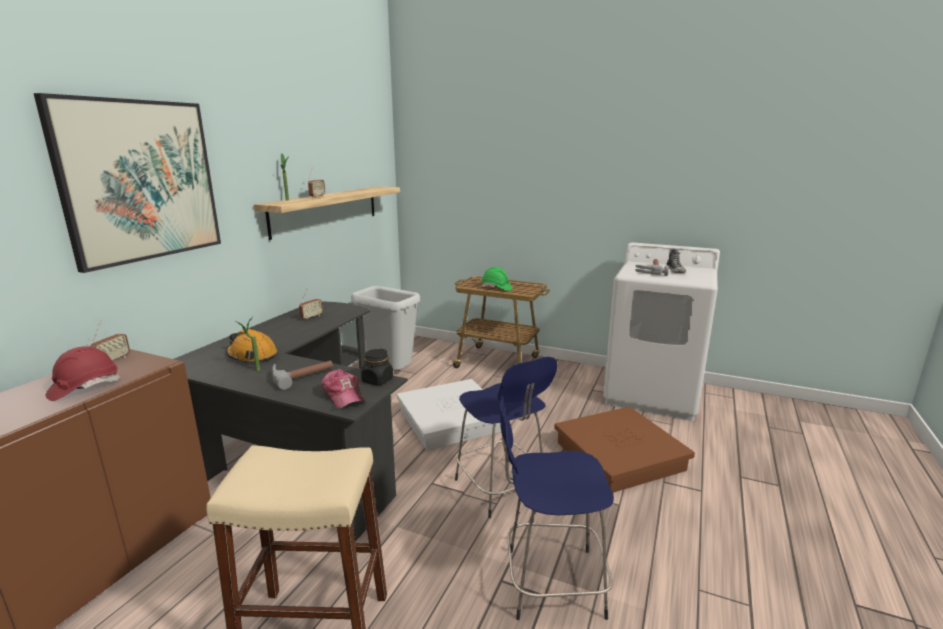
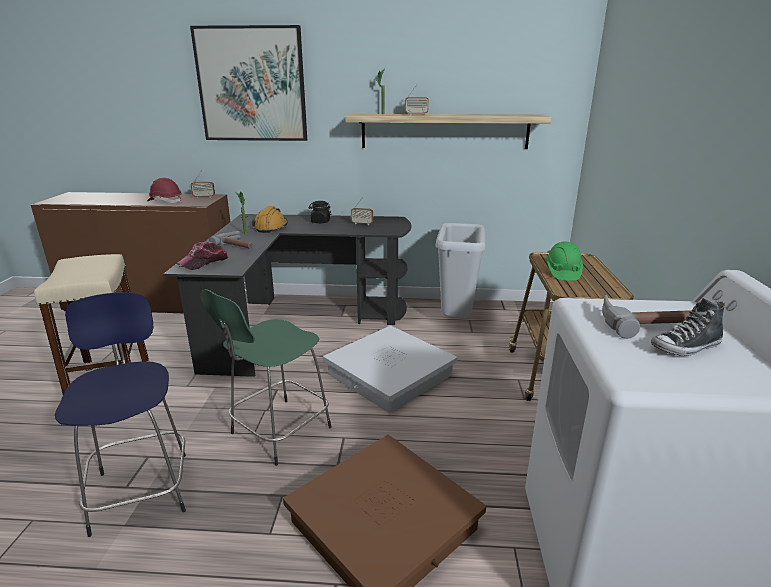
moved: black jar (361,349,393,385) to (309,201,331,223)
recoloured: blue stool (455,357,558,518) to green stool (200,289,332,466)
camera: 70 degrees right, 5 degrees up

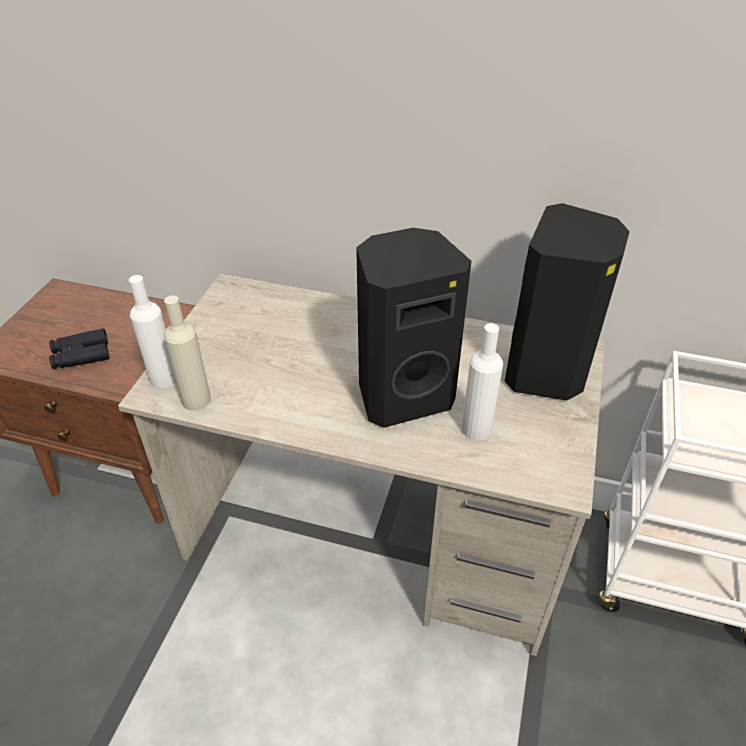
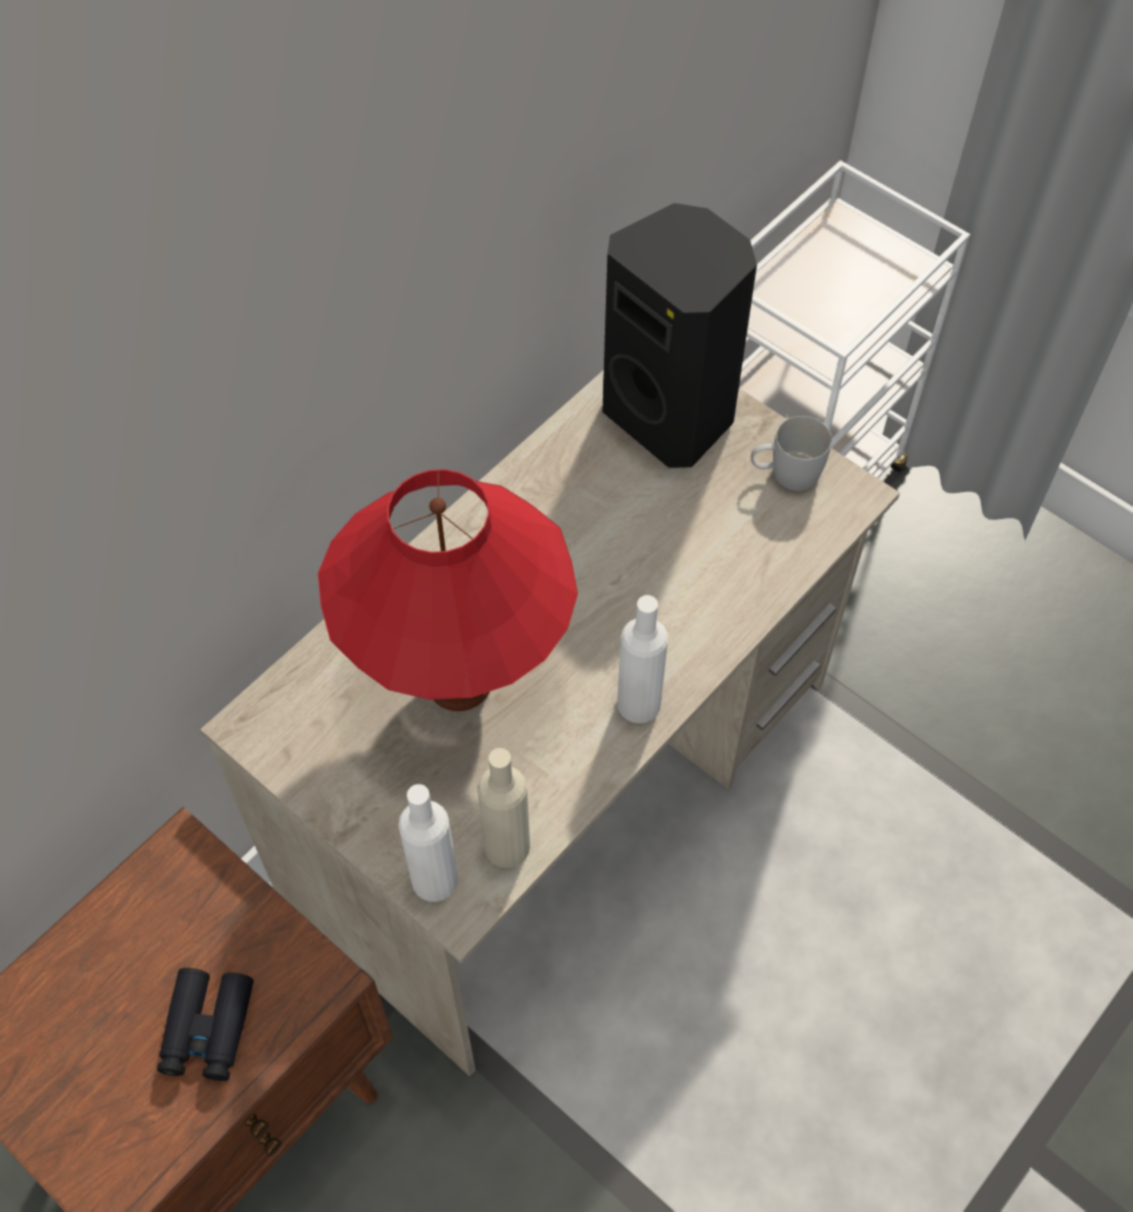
removed: black speaker (356,228,471,428)
added: red table lamp (318,469,578,711); white mug (751,416,832,491)
moved: white bottle (461,323,503,440) to (617,595,668,723)
camera: 65 degrees left, 15 degrees up

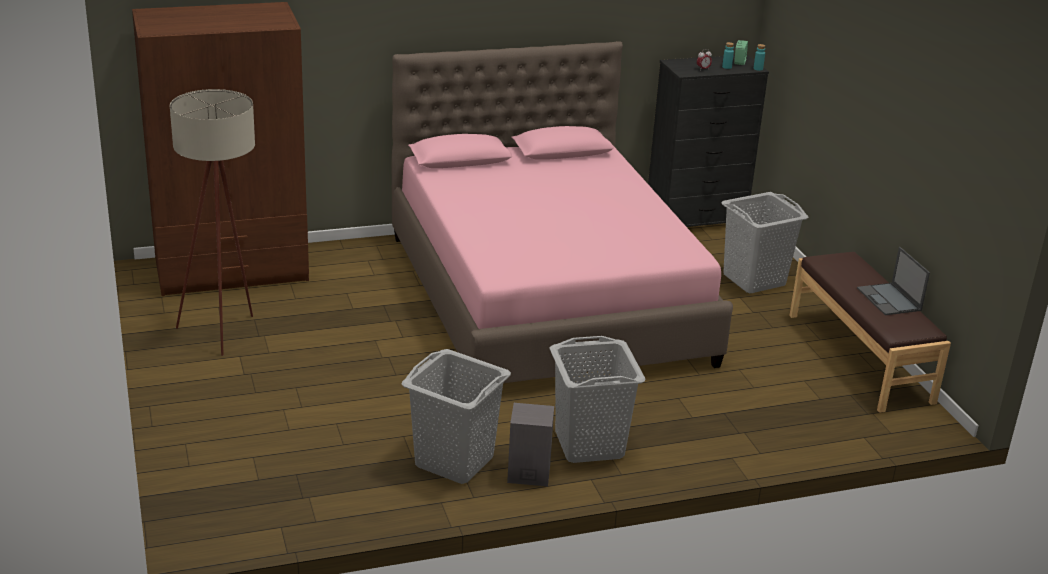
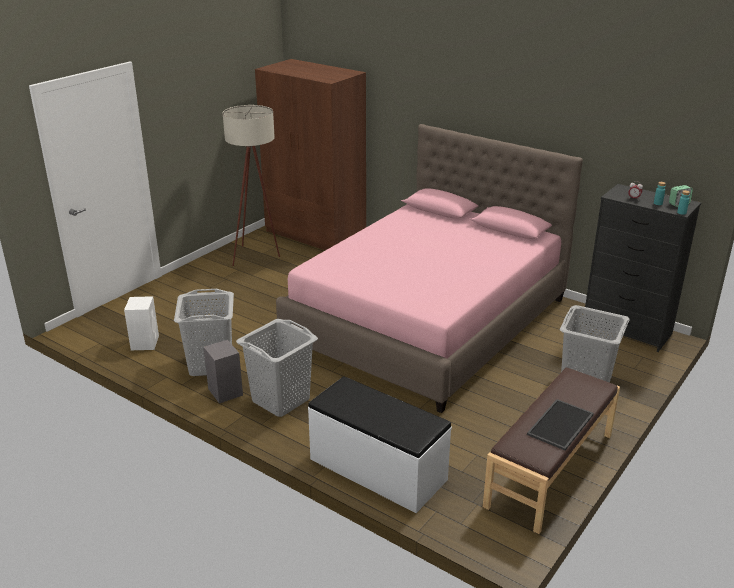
added: white speaker (124,296,159,350); white bench (308,377,452,513)
replaced: laptop (857,247,930,315) to tray (527,399,594,451)
camera: 55 degrees right, 0 degrees up

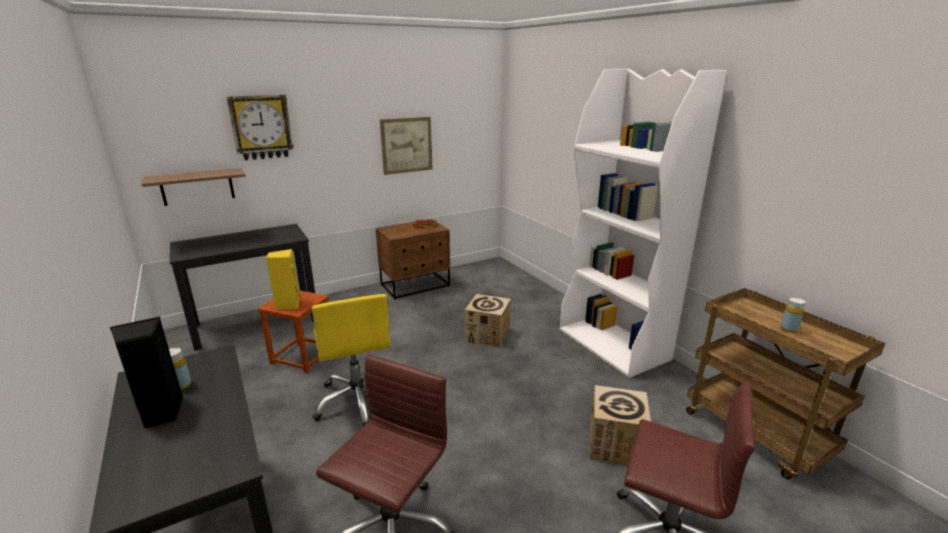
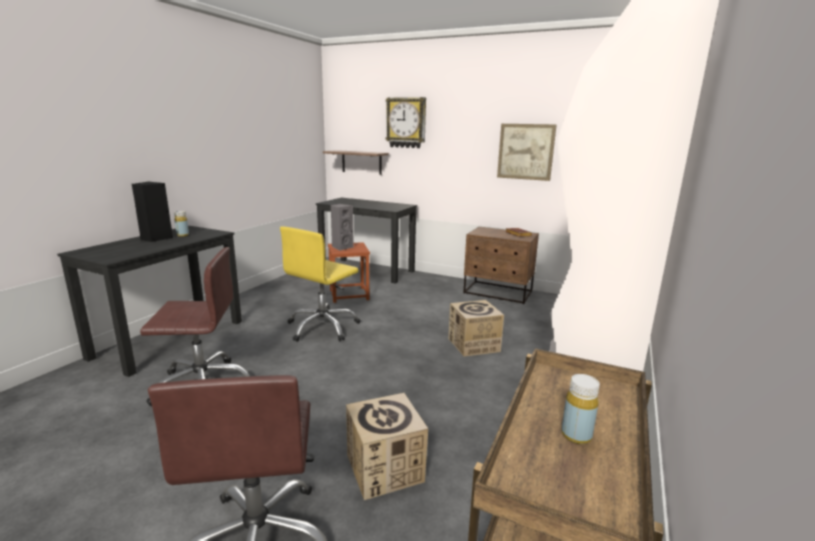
recoloured: yellow speaker (266,249,300,309) to grey speaker (331,204,354,250)
camera: 55 degrees right, 5 degrees down

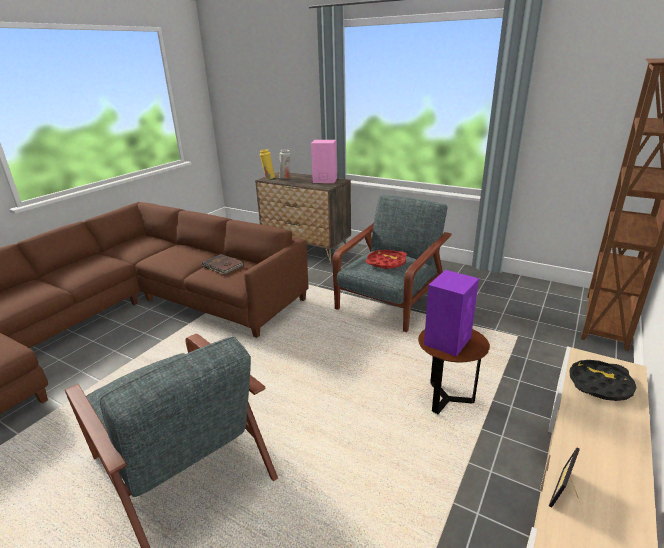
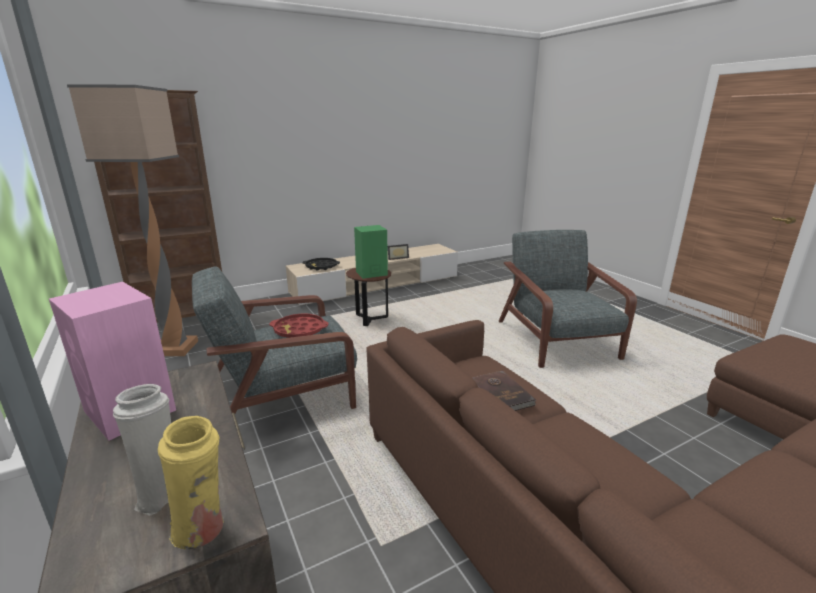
added: floor lamp (67,84,198,356)
recoloured: purple speaker (424,270,479,356) to green speaker (354,225,388,279)
camera: 150 degrees left, 5 degrees down

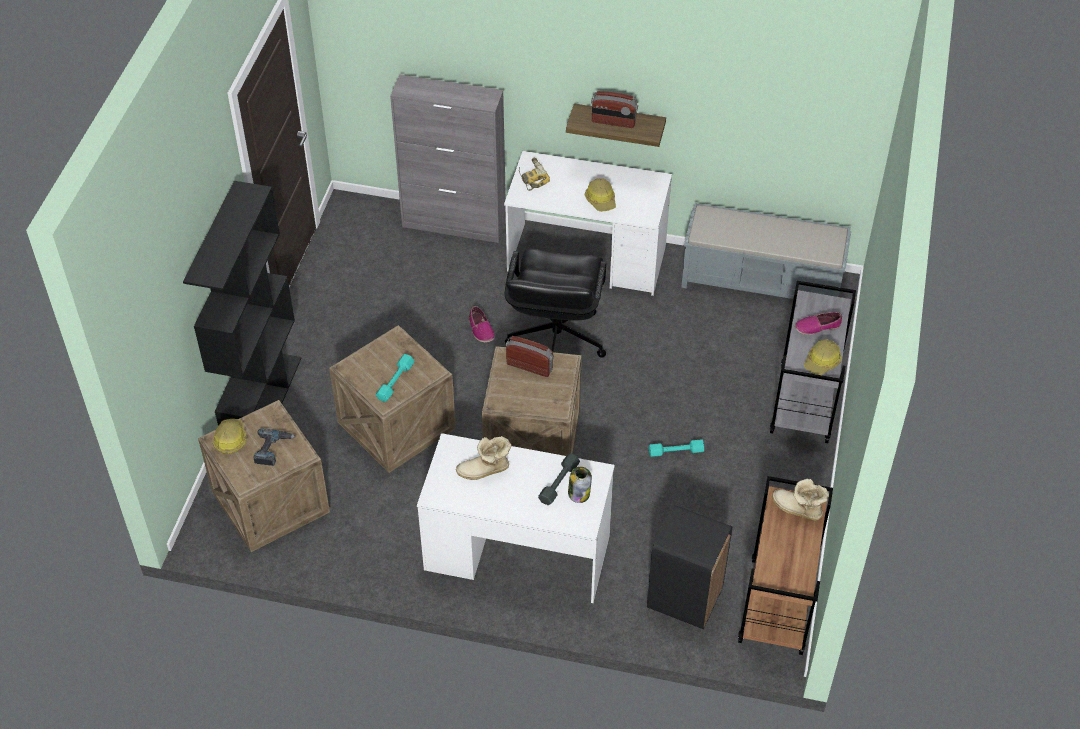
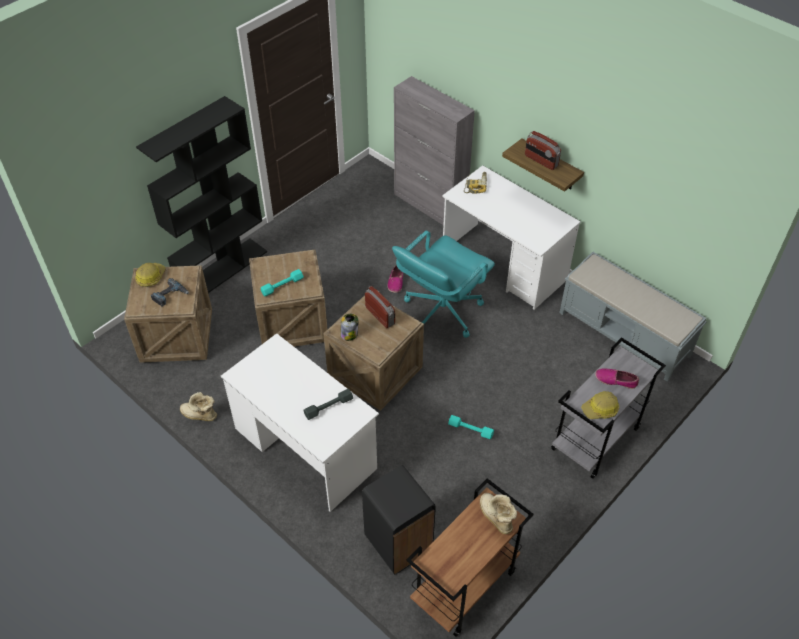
removed: hard hat (585,178,616,212)
moved: boot (456,436,512,480) to (180,392,217,421); jar (568,467,592,503) to (340,314,359,341)
recoloured: black office chair (505,249,606,358) to turquoise office chair (392,230,495,338)
camera: 30 degrees right, 0 degrees up

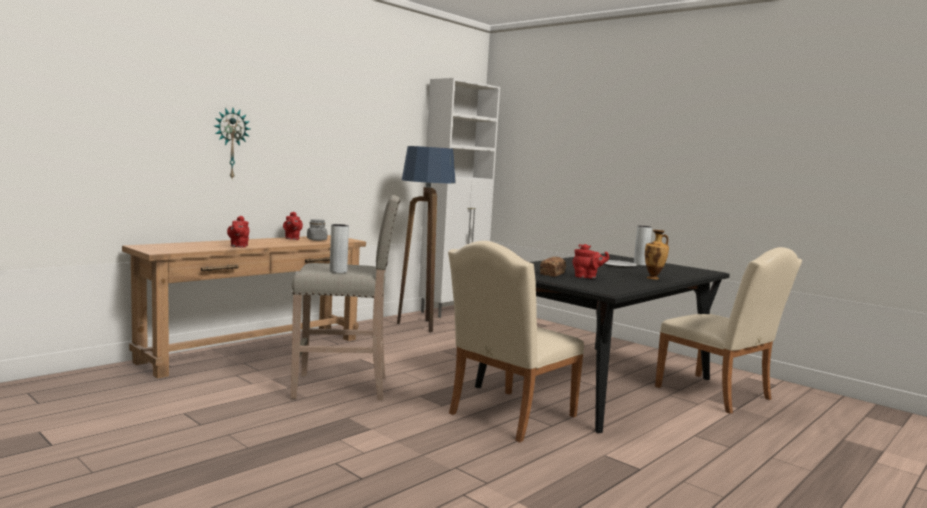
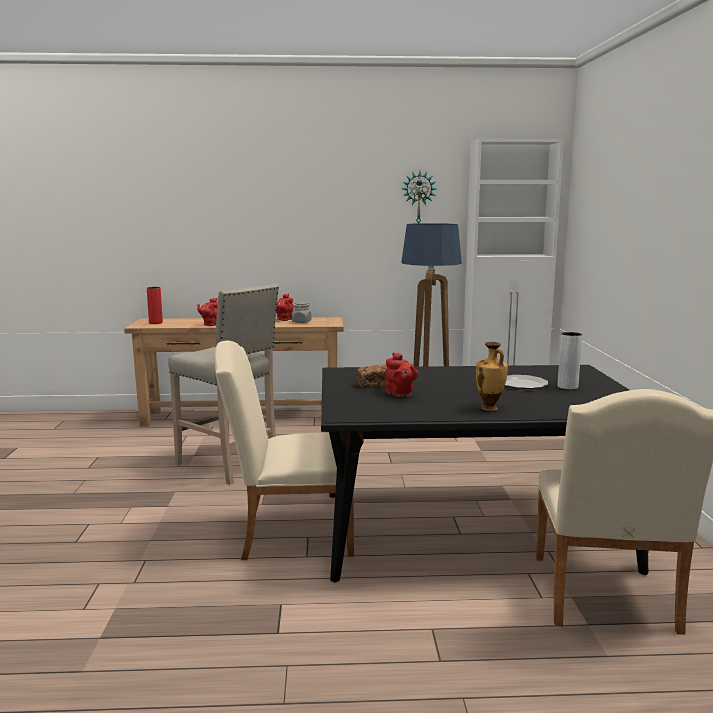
removed: grey vase (330,224,349,273)
added: red vase (147,287,163,324)
moved: wall clock (215,108,250,178) to (402,171,436,224)
camera: 45 degrees right, 5 degrees up

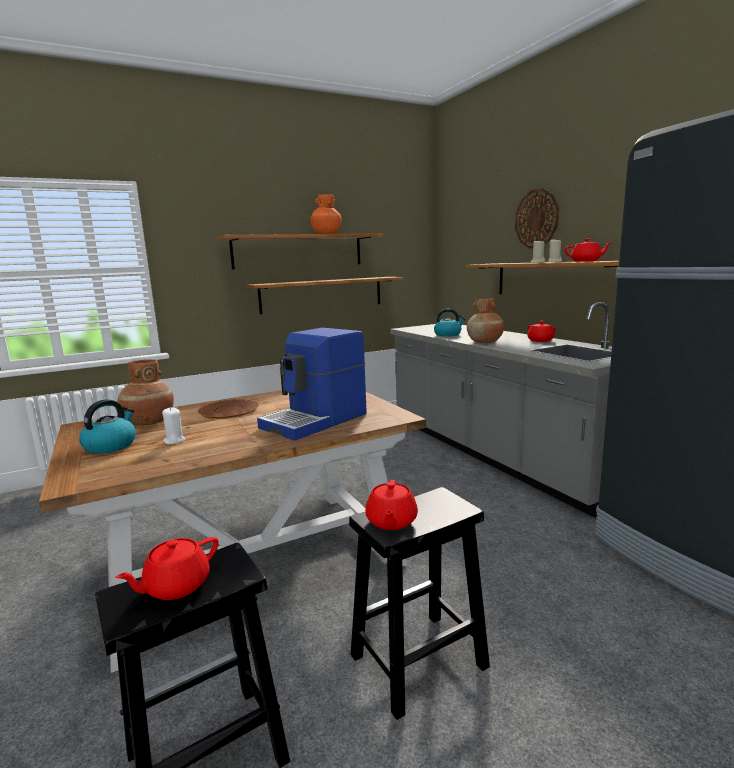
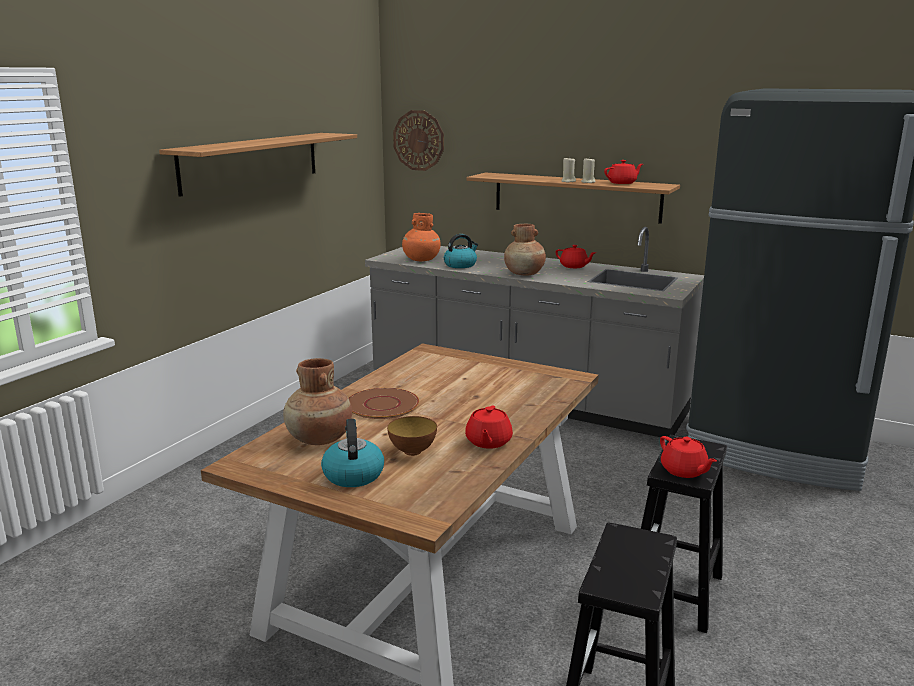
removed: shelf (246,277,404,314); coffee machine (257,328,367,441)
moved: wall clock (515,188,559,249) to (393,110,444,171); orange vase (310,195,342,234) to (402,213,440,261); red teapot (115,537,218,600) to (465,405,513,449)
replaced: white candle (162,407,186,444) to bowl (387,416,437,456)
camera: 35 degrees left, 5 degrees up

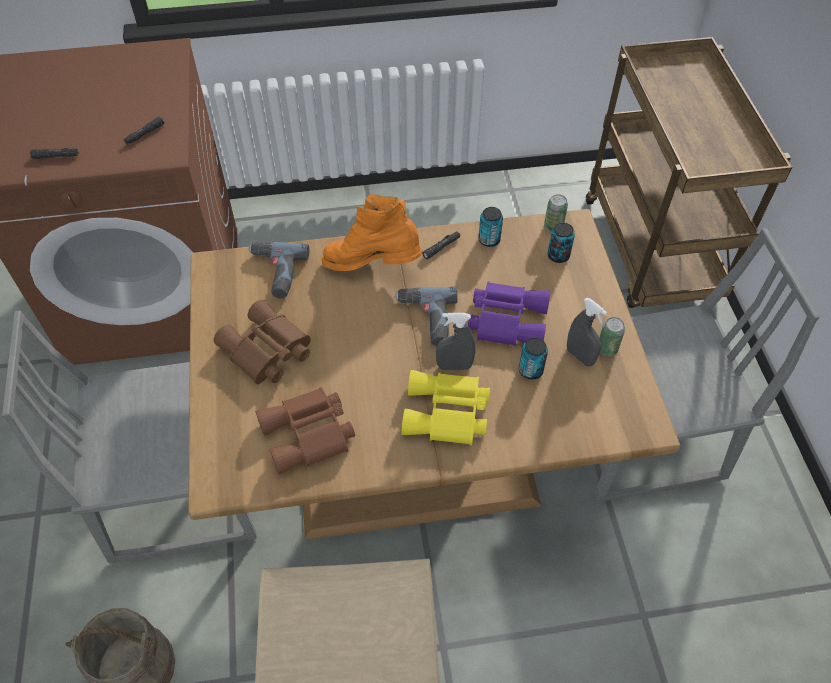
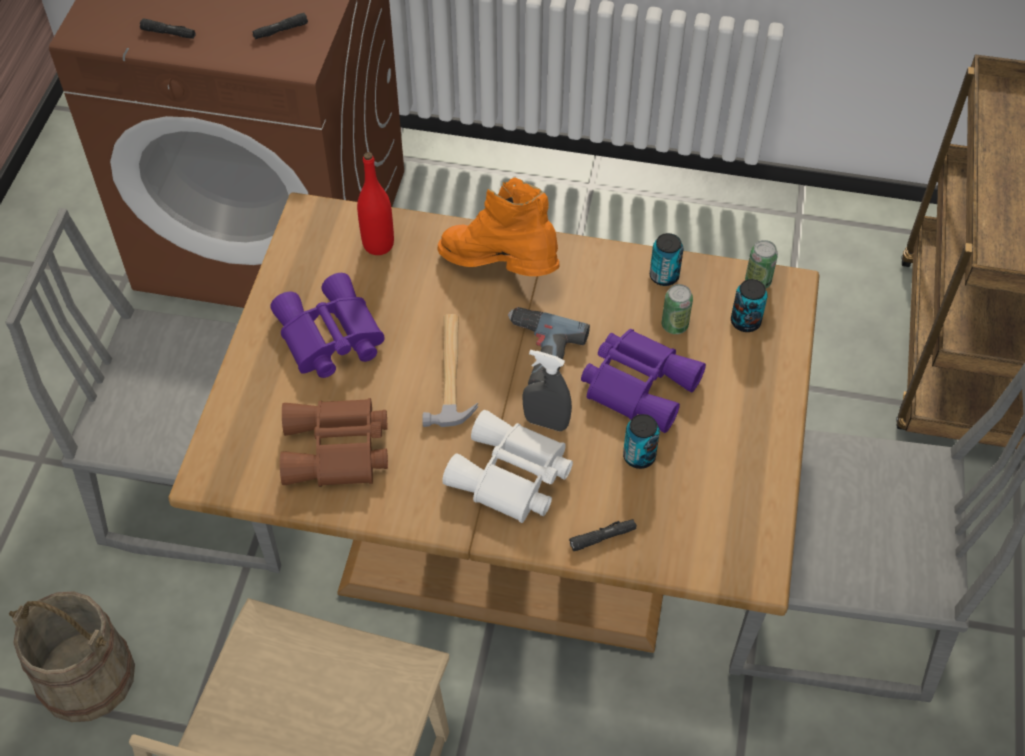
removed: grey spray bottle (567,298,607,366)
added: hammer (422,314,478,427)
moved: black flashlight (422,231,460,259) to (569,519,637,551); can (599,317,625,356) to (662,284,693,334)
replaced: power drill (248,242,309,298) to red bottle (357,152,394,255)
recoloured: brown binoculars (214,300,311,384) to purple binoculars (270,273,385,378); yellow binoculars (402,370,490,445) to white binoculars (442,410,573,523)
camera: 20 degrees right, 0 degrees up

